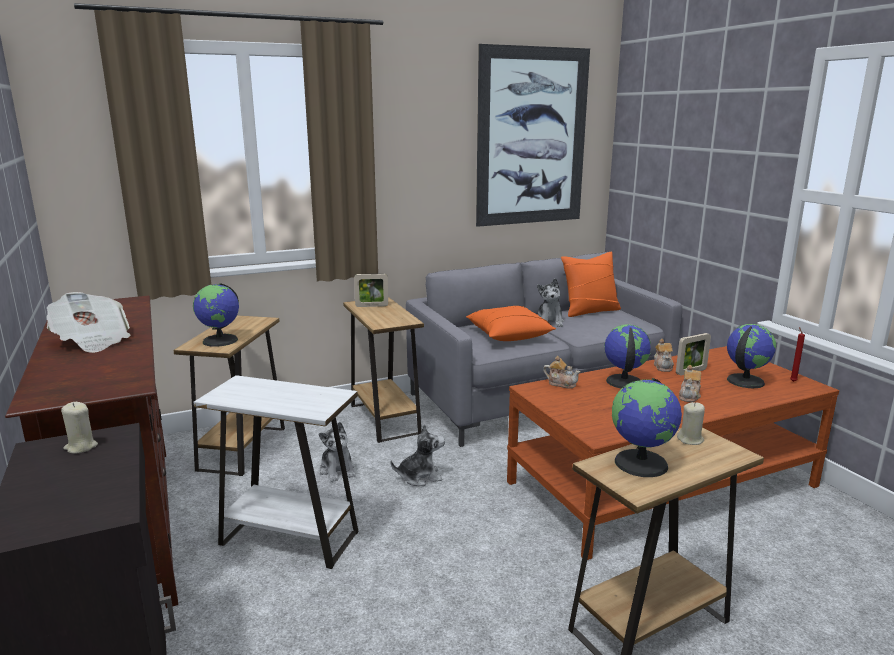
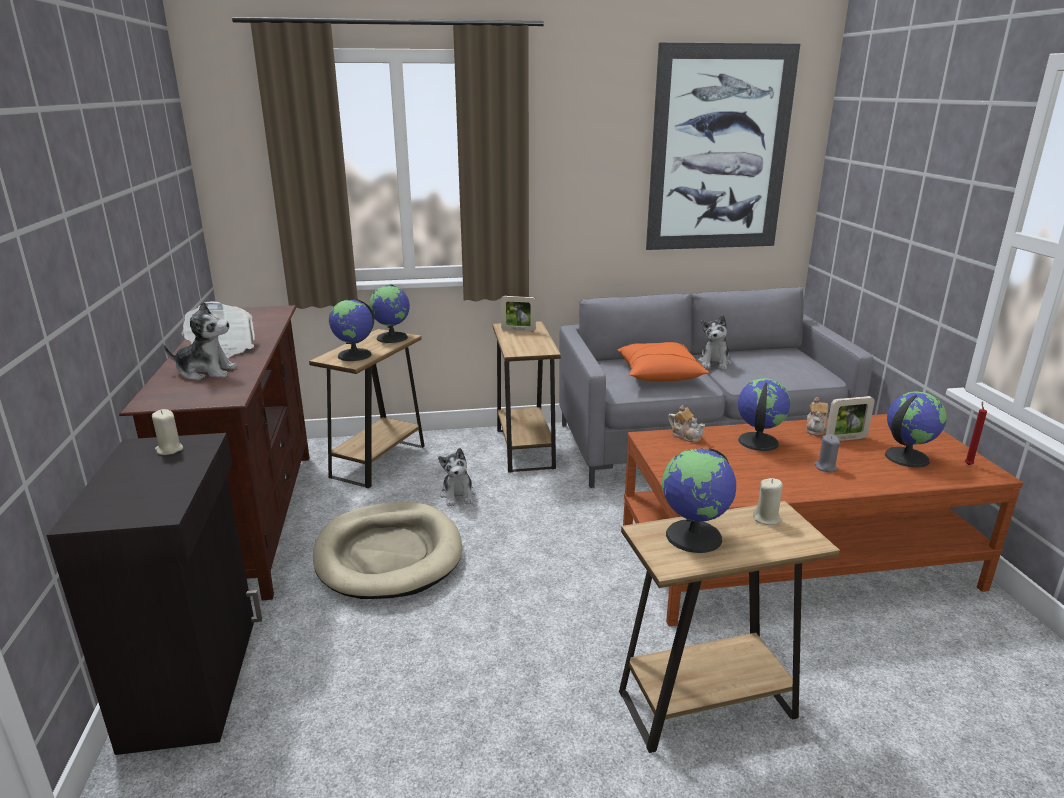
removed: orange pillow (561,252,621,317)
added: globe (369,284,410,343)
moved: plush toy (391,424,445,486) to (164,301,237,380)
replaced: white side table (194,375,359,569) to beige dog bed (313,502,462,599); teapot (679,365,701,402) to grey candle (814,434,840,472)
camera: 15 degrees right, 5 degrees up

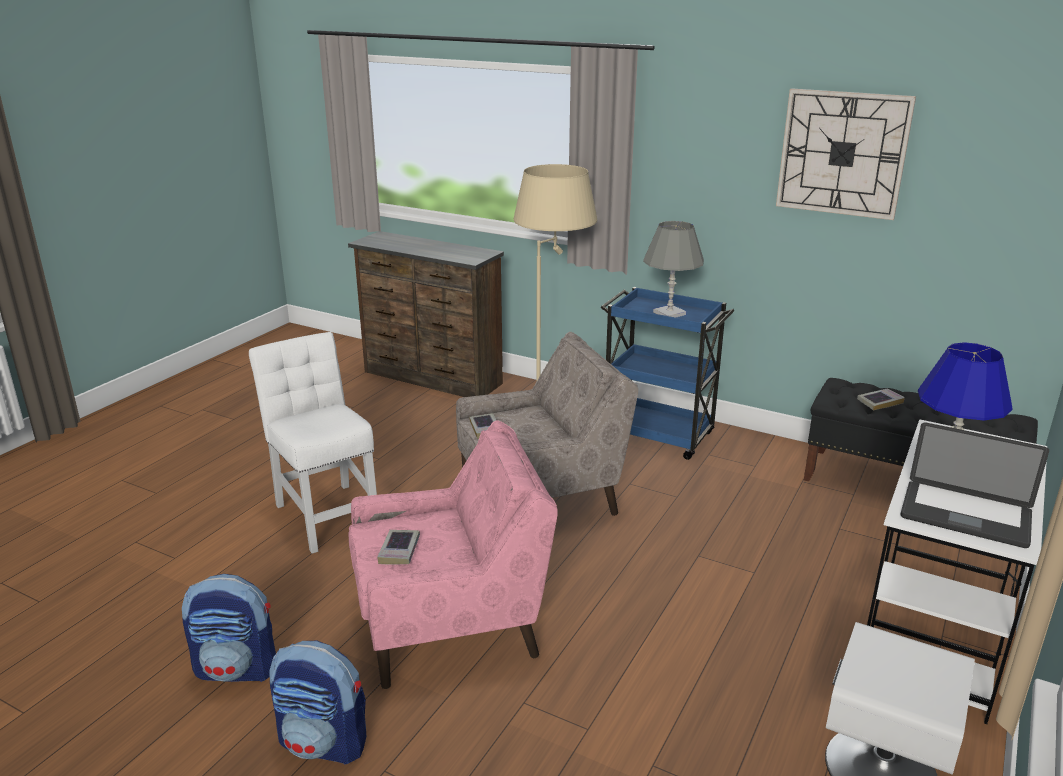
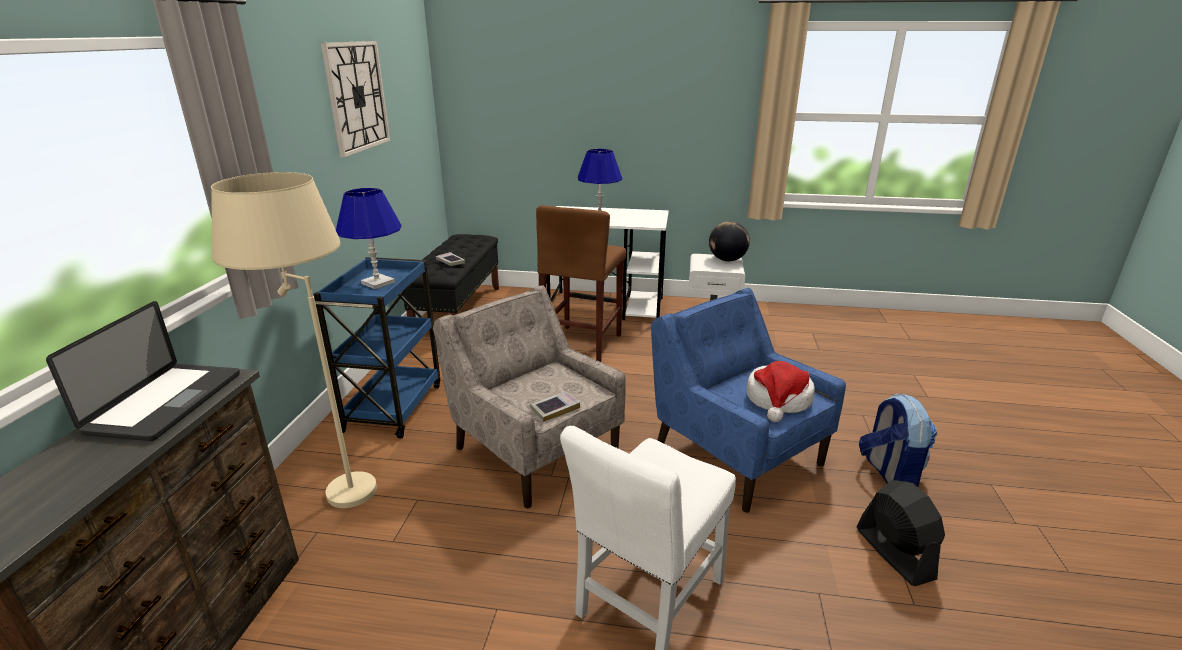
added: brown stool (536,205,626,362); globe (709,221,750,261)
moved: laptop (901,422,1049,548) to (46,301,240,441)
replaced: book (377,530,420,565) to hat (747,361,815,422); backpack (182,574,276,682) to black fan (857,480,945,586)
recoloured: grey table lamp (643,221,704,317) to blue table lamp (336,188,402,289); pink armchair (348,421,558,689) to blue armchair (651,288,846,513)
camera: 110 degrees left, 0 degrees up

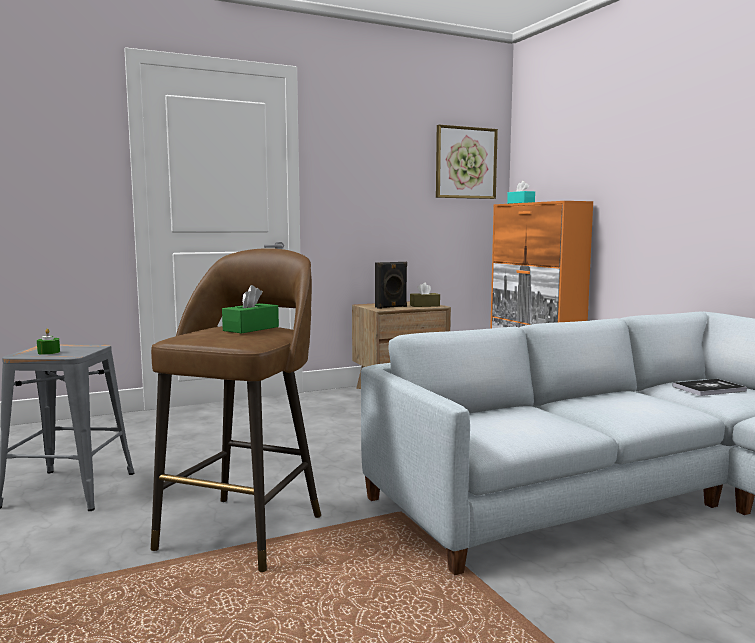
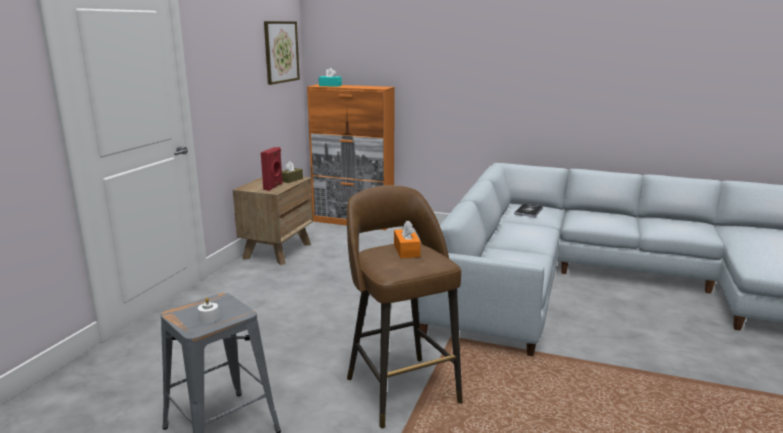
recoloured: green candle (37,329,60,355) to white candle (198,297,219,323); black speaker (375,262,407,309) to red speaker (261,147,283,191); green tissue box (222,285,279,334) to orange tissue box (394,220,421,258)
camera: 45 degrees left, 10 degrees up

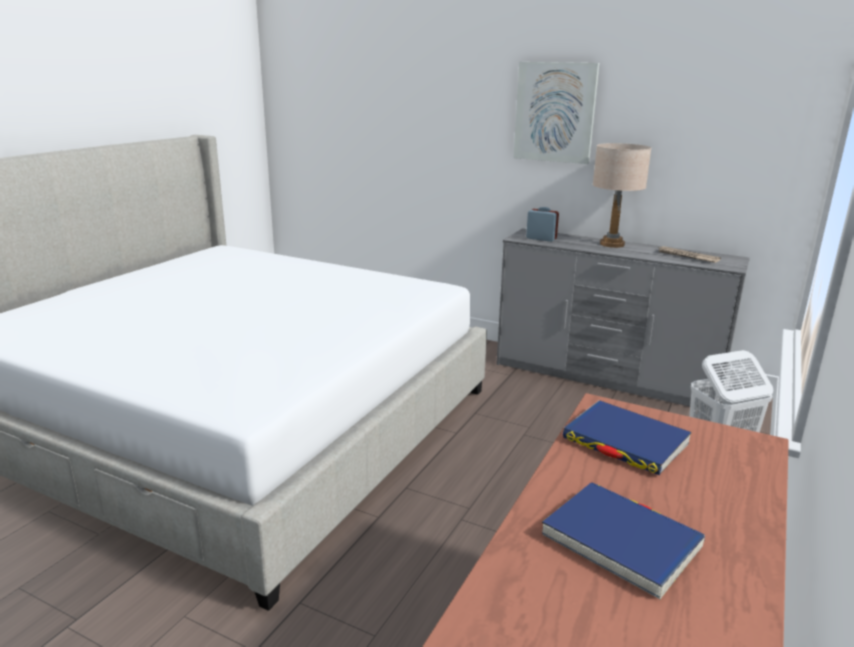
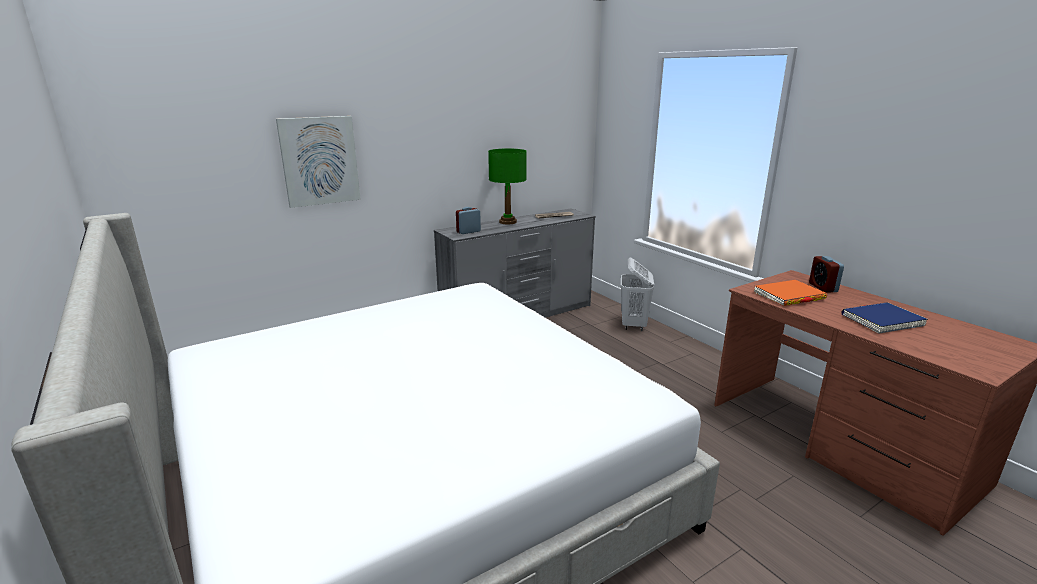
added: alarm clock (809,256,844,293)
moved: picture (513,62,599,164) to (276,116,361,208)
recoloured: beige table lamp (593,143,651,248) to green table lamp (488,149,527,224); blue book (563,400,692,475) to orange book (754,280,827,306)
camera: 60 degrees left, 0 degrees up

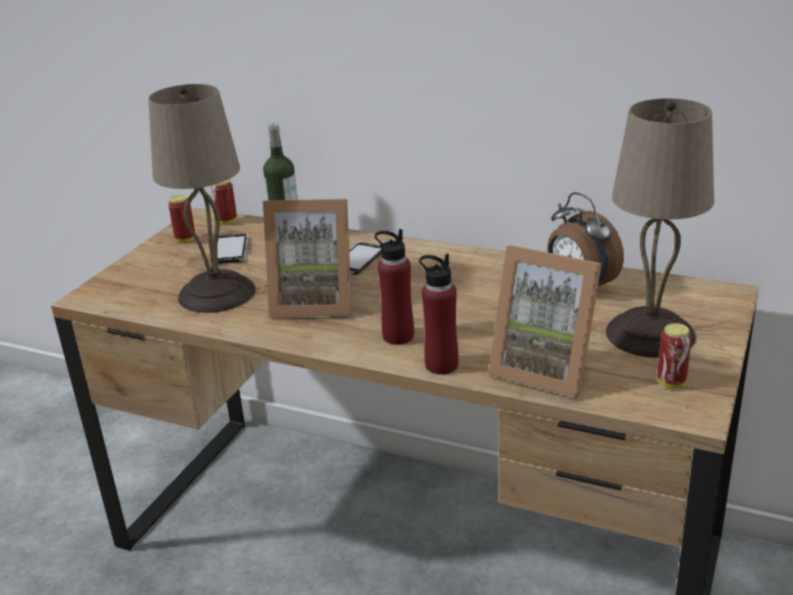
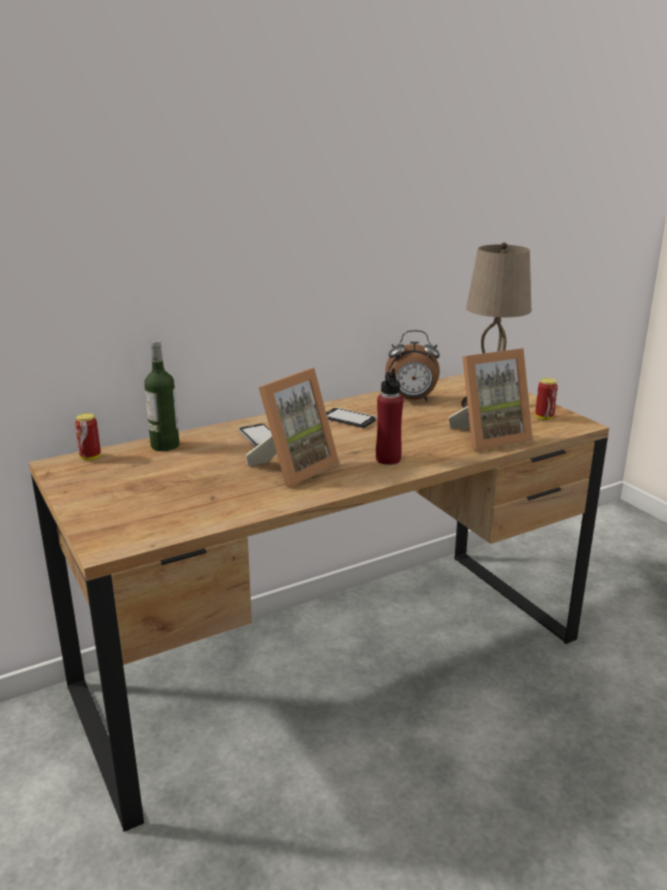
removed: beige table lamp (148,84,255,313); can (168,195,195,242); red bottle (419,254,459,375)
moved: phone (217,234,249,264) to (326,408,377,428)
camera: 55 degrees left, 5 degrees down

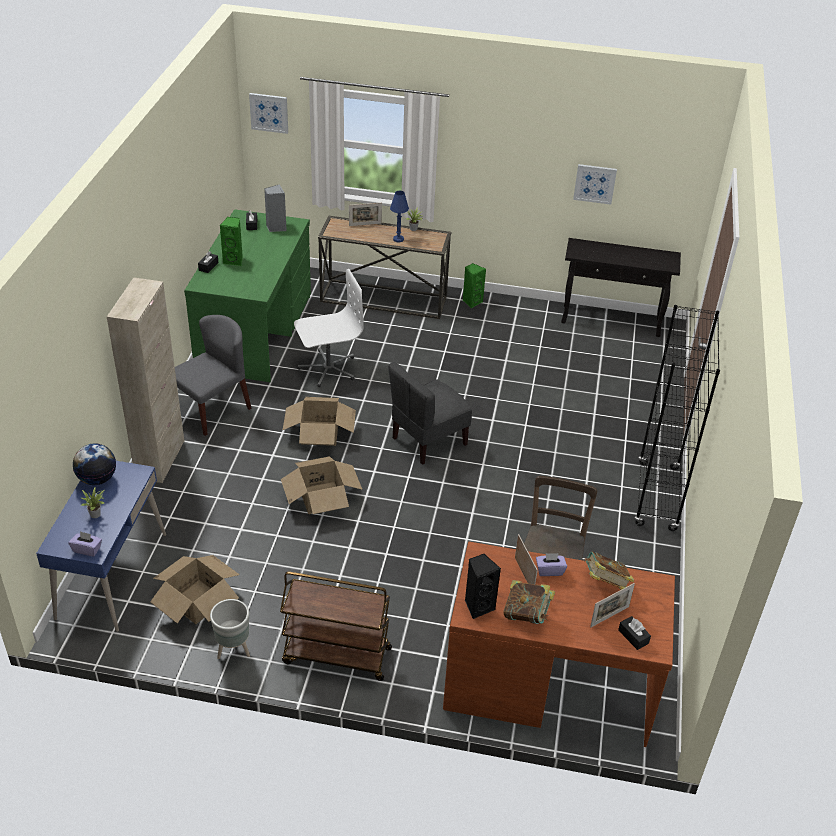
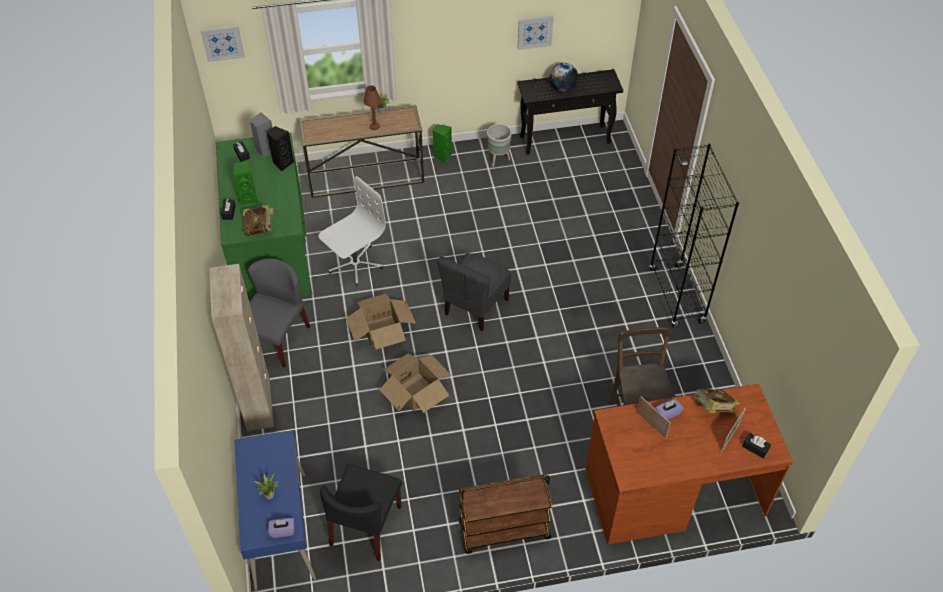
removed: picture frame (349,202,382,226)
moved: book (503,580,555,624) to (243,205,274,236); black speaker (465,553,501,619) to (267,126,294,171); grey planter (210,599,250,659) to (487,124,512,167); globe (73,443,116,485) to (549,63,578,92)
replaced: cardboard box (150,555,240,624) to black chair (320,464,402,561)
recoloured: blue table lamp (390,191,409,242) to brown table lamp (364,85,381,130)
camera: 20 degrees left, 10 degrees up

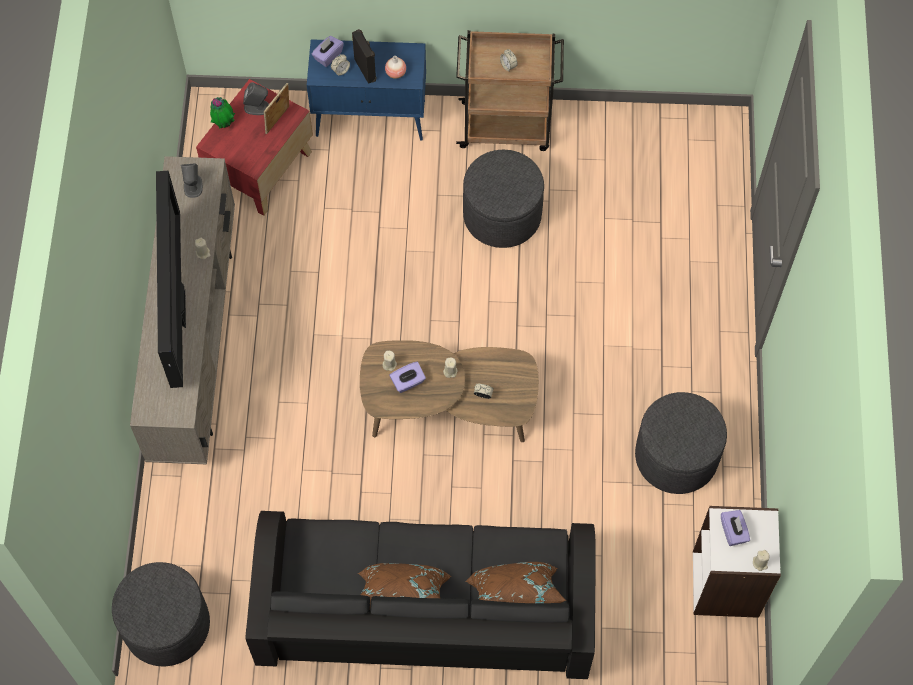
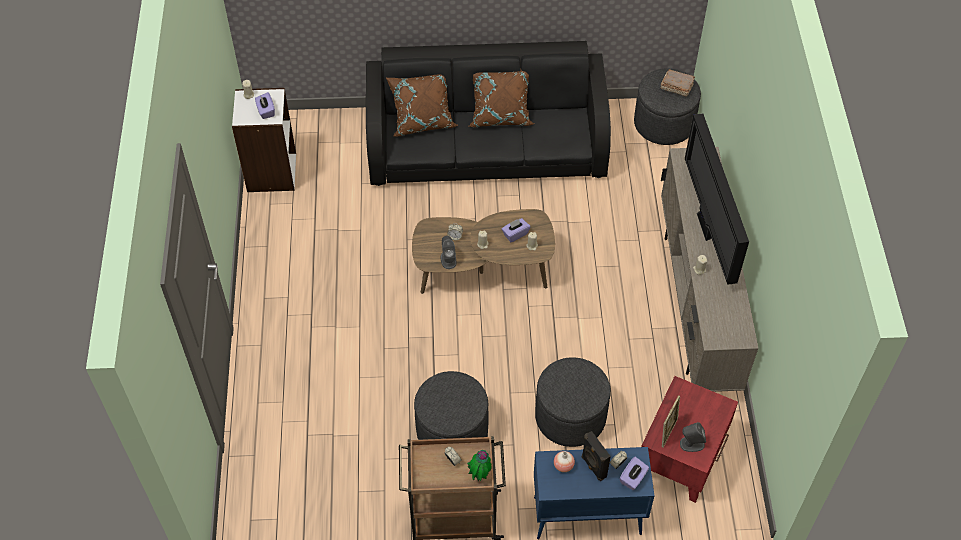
added: brown book (661,69,695,96)
moved: grey speaker (181,163,203,198) to (441,236,456,269); potted plant (210,97,235,128) to (467,450,492,481); grey ottoman (635,392,727,494) to (535,357,611,447)
camera: 175 degrees right, 10 degrees down

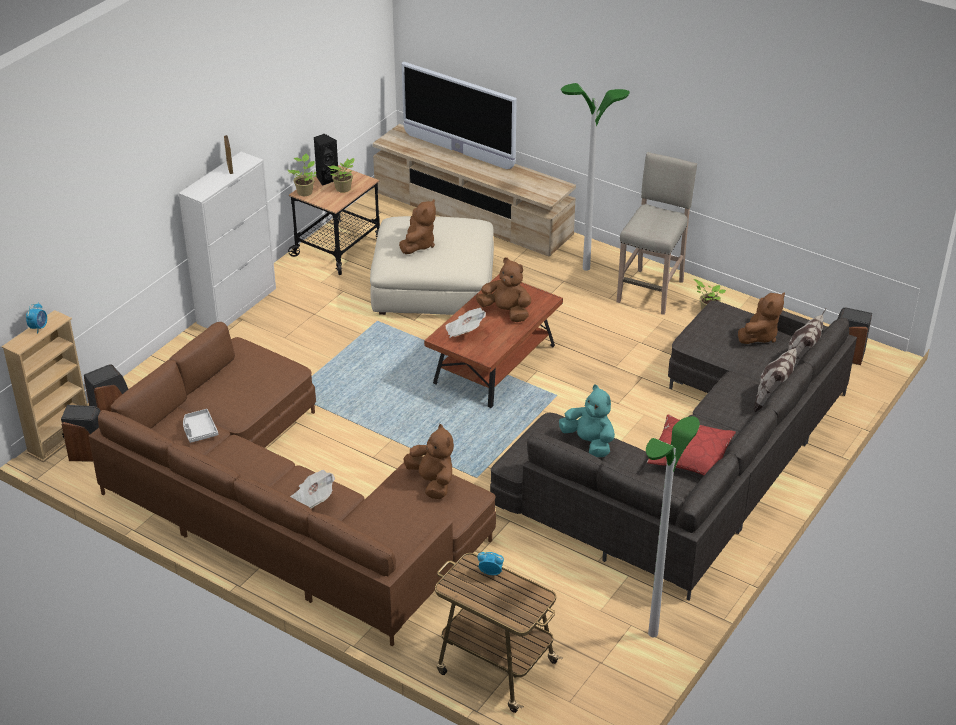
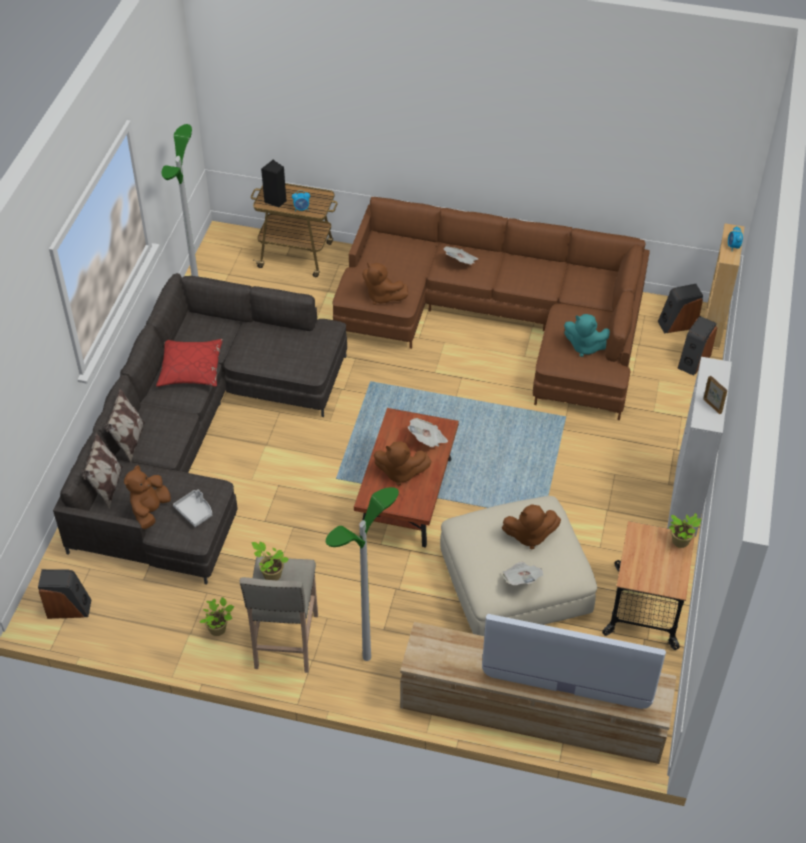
added: newspaper (502,561,544,585)
moved: grey tray (183,409,218,443) to (173,490,212,527); potted plant (328,158,355,193) to (252,542,289,580); black speaker (314,134,338,186) to (261,159,287,207); turquoise plush toy (559,385,615,457) to (564,314,610,357)
turned: brown plush toy (399,199,436,254) = (502,504,561,550) 90 degrees counterclockwise
camera: 160 degrees right, 10 degrees up

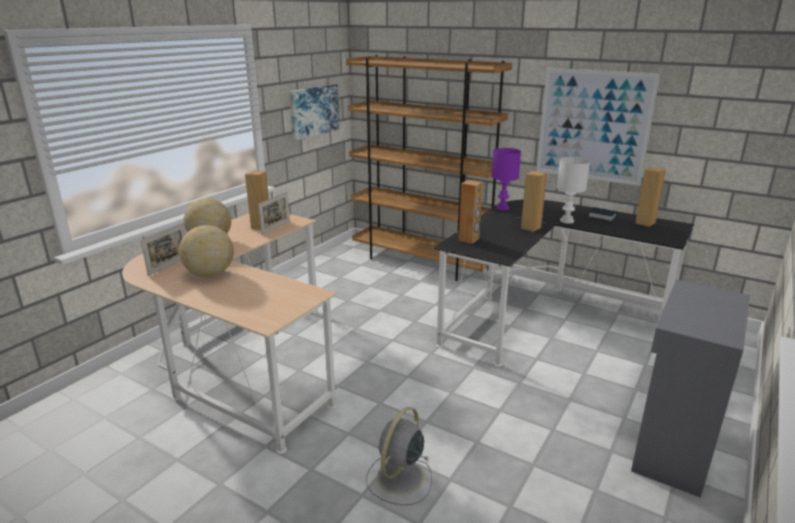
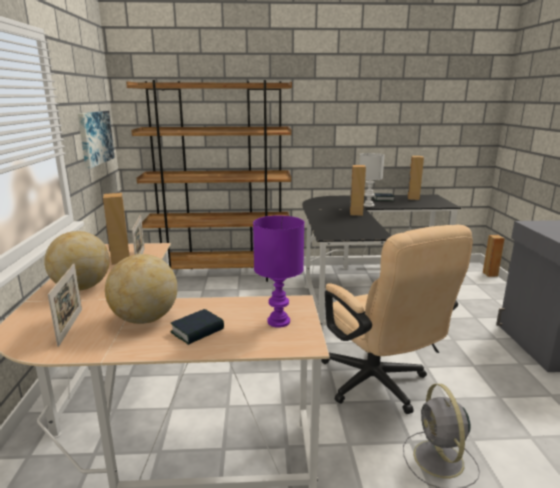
removed: picture (537,68,660,186)
added: book (170,309,224,345); beige office chair (321,225,473,414)
moved: purple table lamp (491,148,521,210) to (253,216,304,328); brown speaker (458,180,483,244) to (483,235,505,277)
camera: 35 degrees left, 5 degrees down

